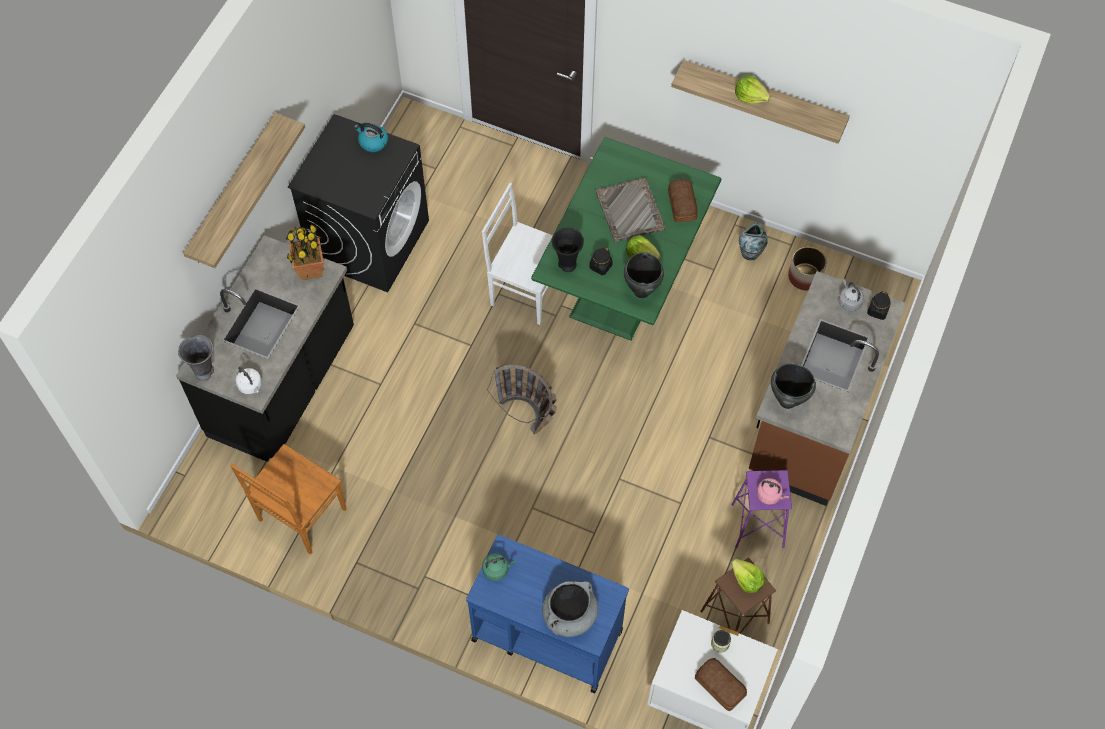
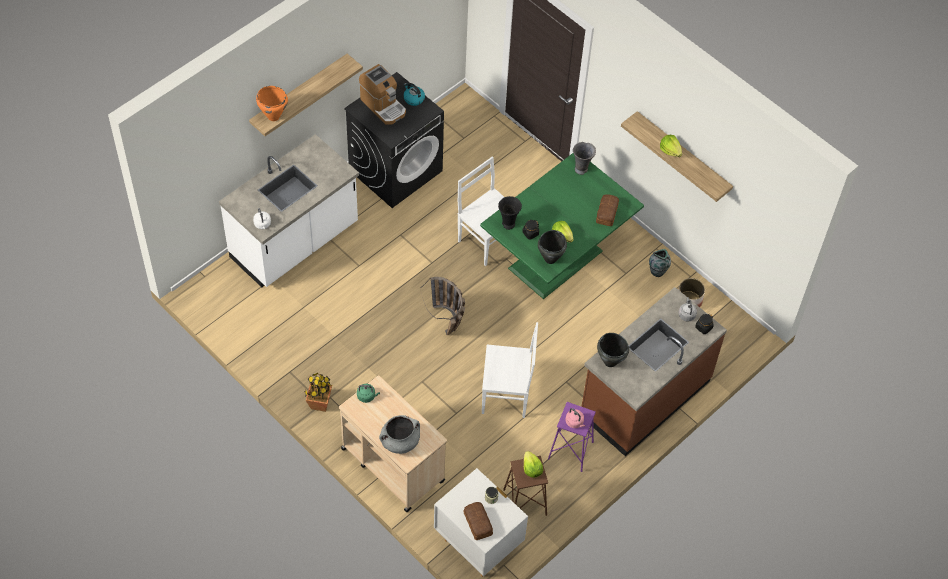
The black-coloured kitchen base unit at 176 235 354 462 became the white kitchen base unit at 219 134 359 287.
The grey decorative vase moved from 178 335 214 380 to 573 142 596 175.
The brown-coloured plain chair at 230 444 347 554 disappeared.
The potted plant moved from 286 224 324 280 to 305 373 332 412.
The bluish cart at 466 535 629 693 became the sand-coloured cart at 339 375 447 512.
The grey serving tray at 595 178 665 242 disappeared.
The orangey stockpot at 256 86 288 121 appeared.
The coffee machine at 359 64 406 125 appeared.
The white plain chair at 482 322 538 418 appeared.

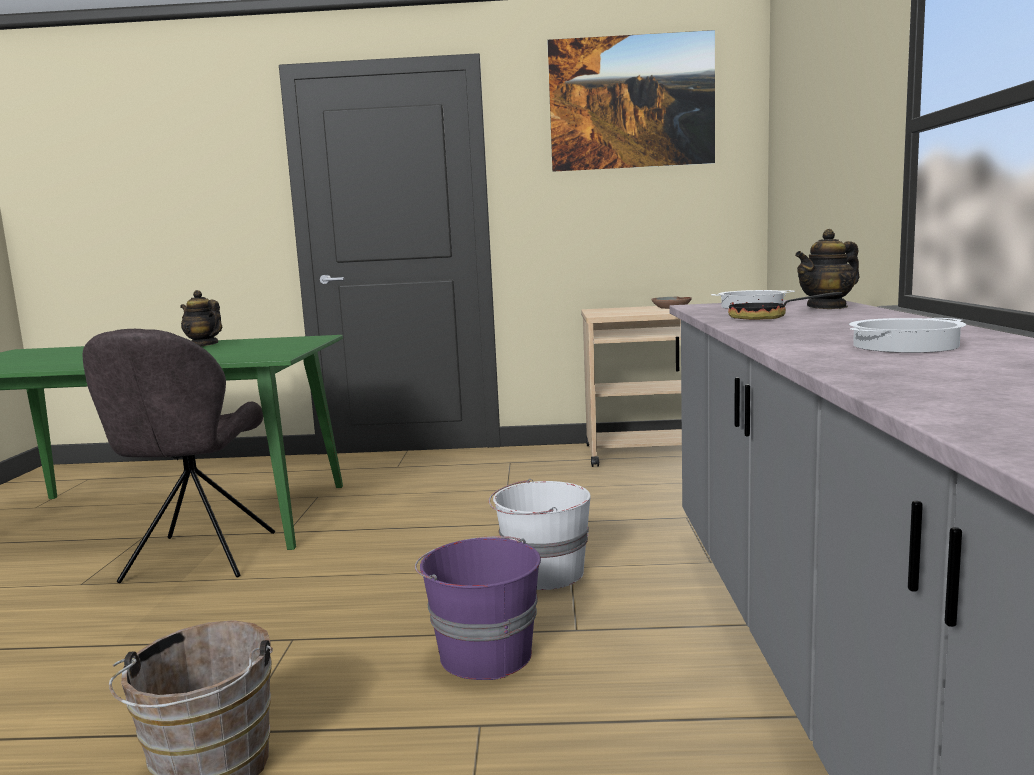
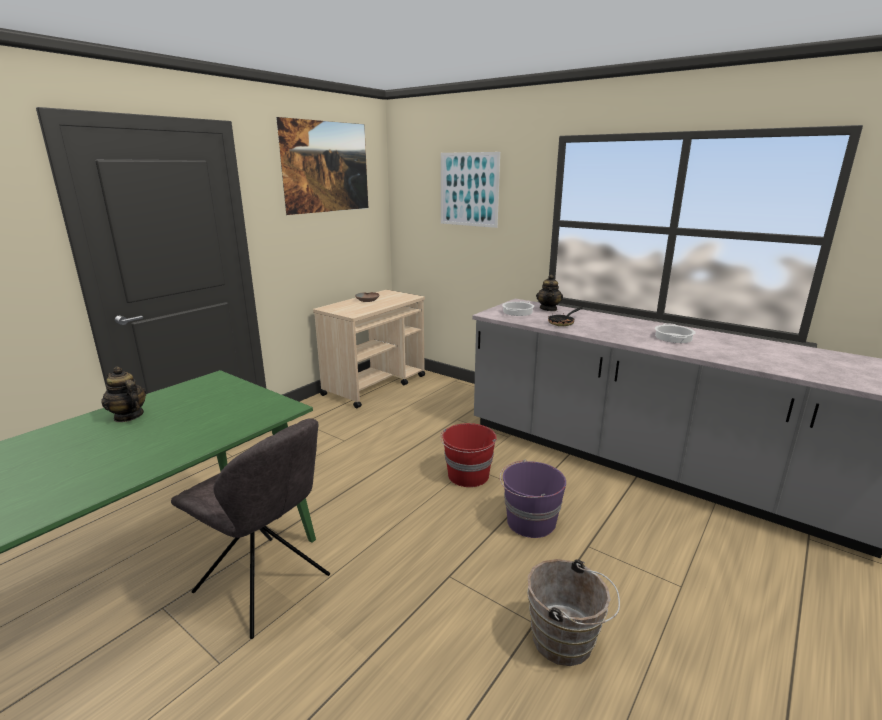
The pot for tea at 180 290 222 346 turned 60 degrees clockwise.
The white water bucket at 489 479 591 590 became the red-coloured water bucket at 440 423 497 487.
The wall art at 441 152 500 228 appeared.

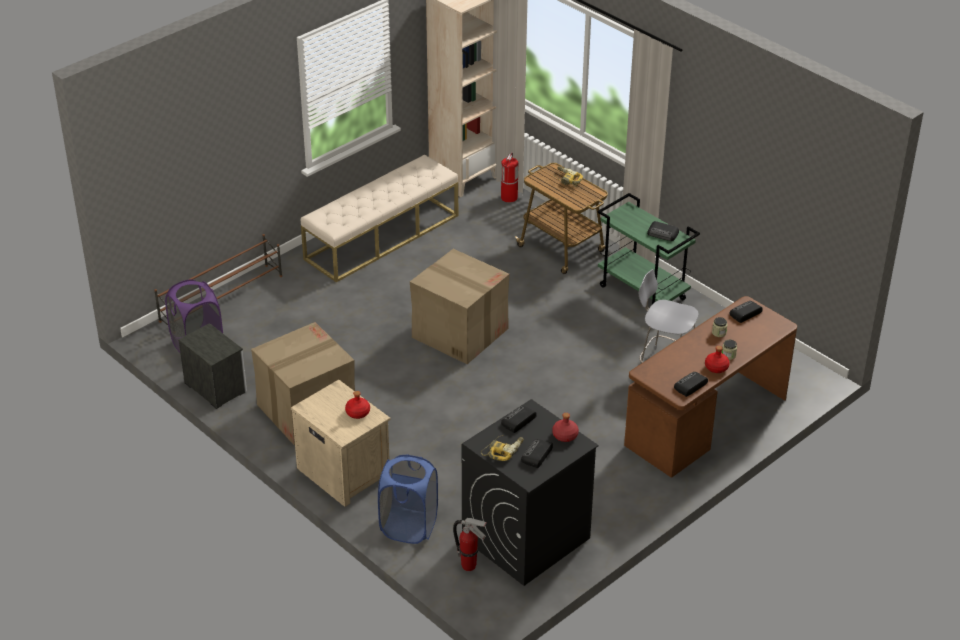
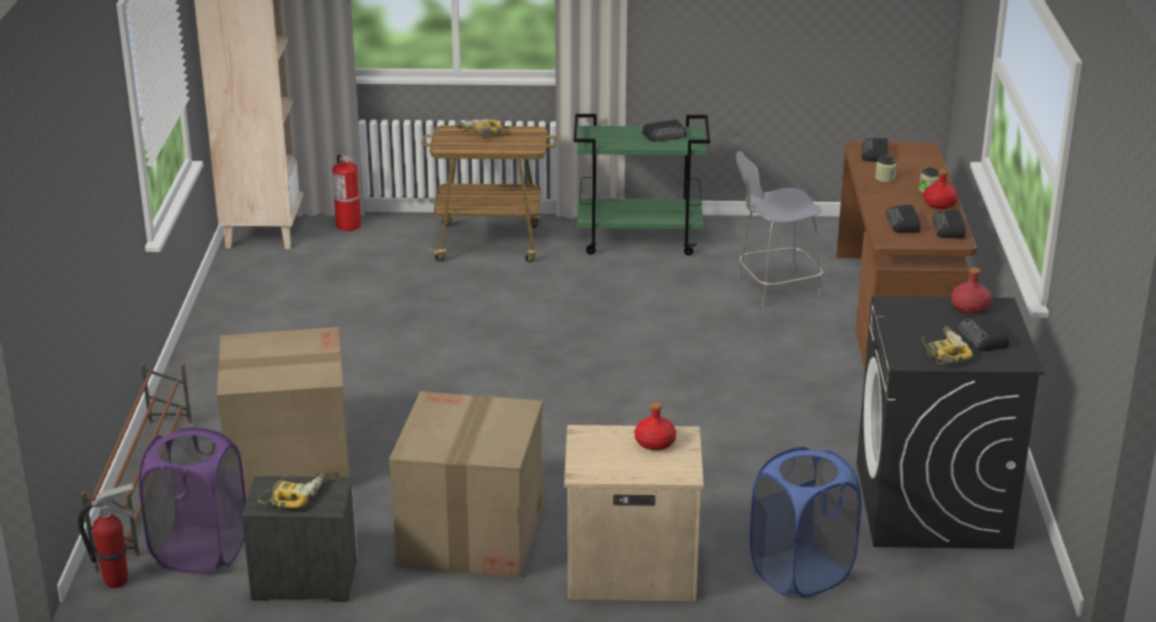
The sand-coloured indoor bench at 301 155 458 282 disappeared.
The carton moved from 410 249 510 364 to 217 327 350 498.
The fire-fighting cylinder moved from 453 518 487 571 to 78 483 136 588.
The radio moved from 501 406 536 433 to 886 205 920 233.
The power drill at 258 473 326 508 appeared.

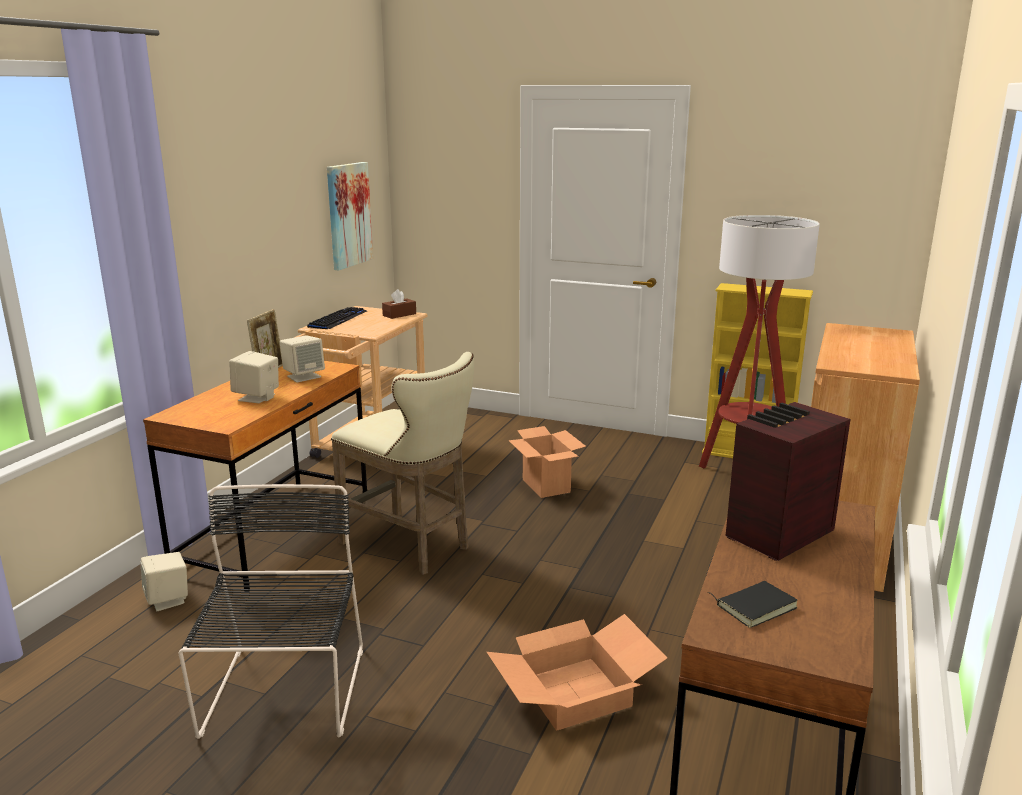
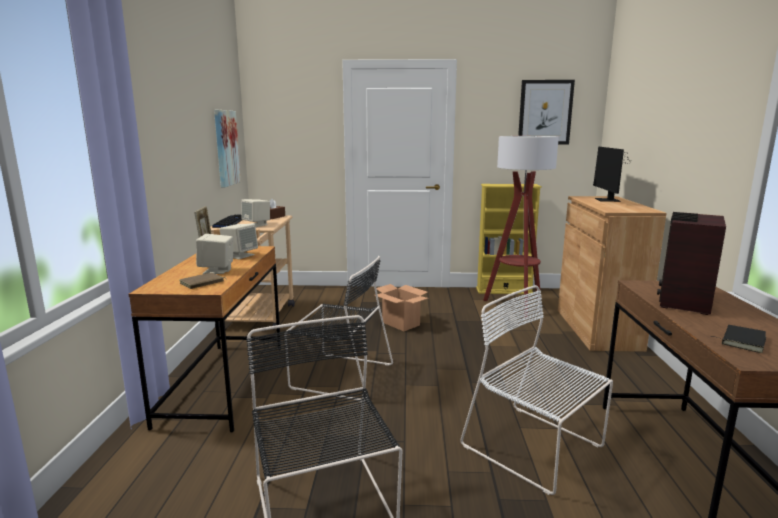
The sand-coloured audio speaker moved from 140 552 188 611 to 241 199 270 227.
The sand-coloured sitting stool at 331 352 474 575 was replaced by the black-coloured plain chair at 284 256 393 402.
The carton at 487 614 667 731 was replaced by the white plain chair at 460 285 613 495.
The brown-coloured book at 180 272 227 289 appeared.
The wall art at 518 80 575 145 appeared.
The computer display at 593 146 629 202 appeared.

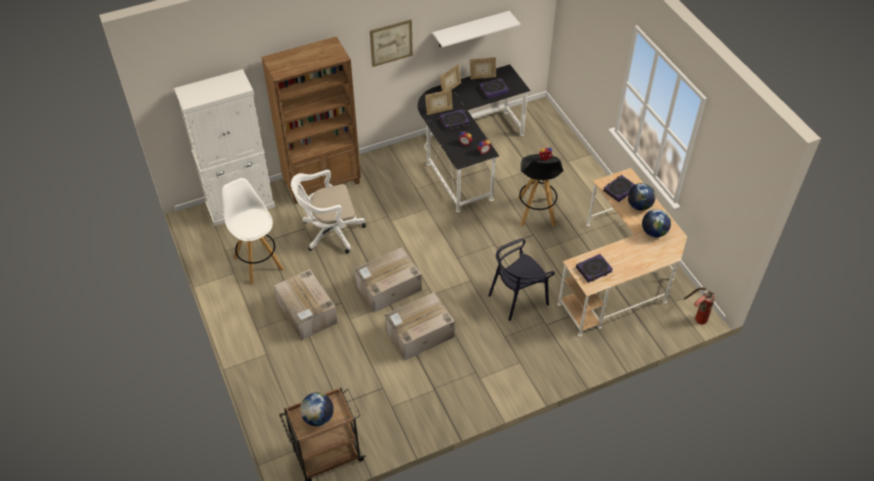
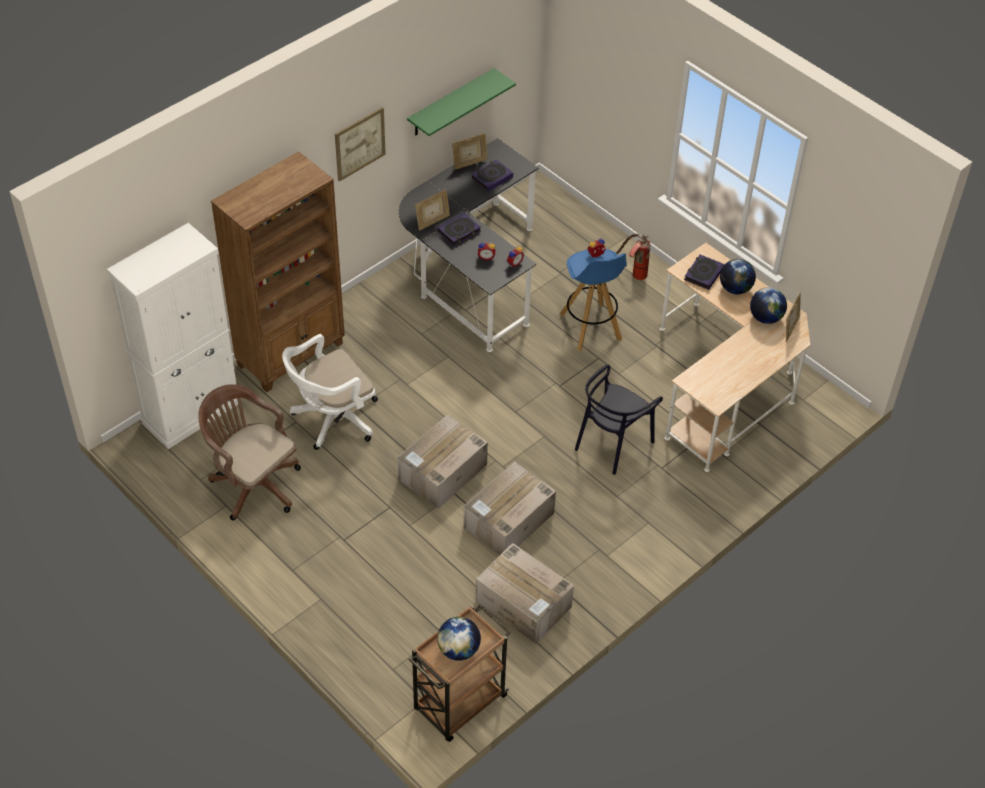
The white sitting stool at 222 178 284 285 was replaced by the brown-coloured computer chair at 198 384 301 520.
The carton moved from 274 269 338 340 to 476 543 574 644.
The white bracket shelf at 432 11 520 48 became the green bracket shelf at 407 68 516 136.
The standing frame moved from 440 64 461 91 to 786 292 801 342.
The black-coloured sitting stool at 518 154 564 227 became the bluish sitting stool at 559 249 627 351.
The book at 576 254 613 283 disappeared.
The fire-fighting cylinder moved from 683 287 715 325 to 616 234 651 280.

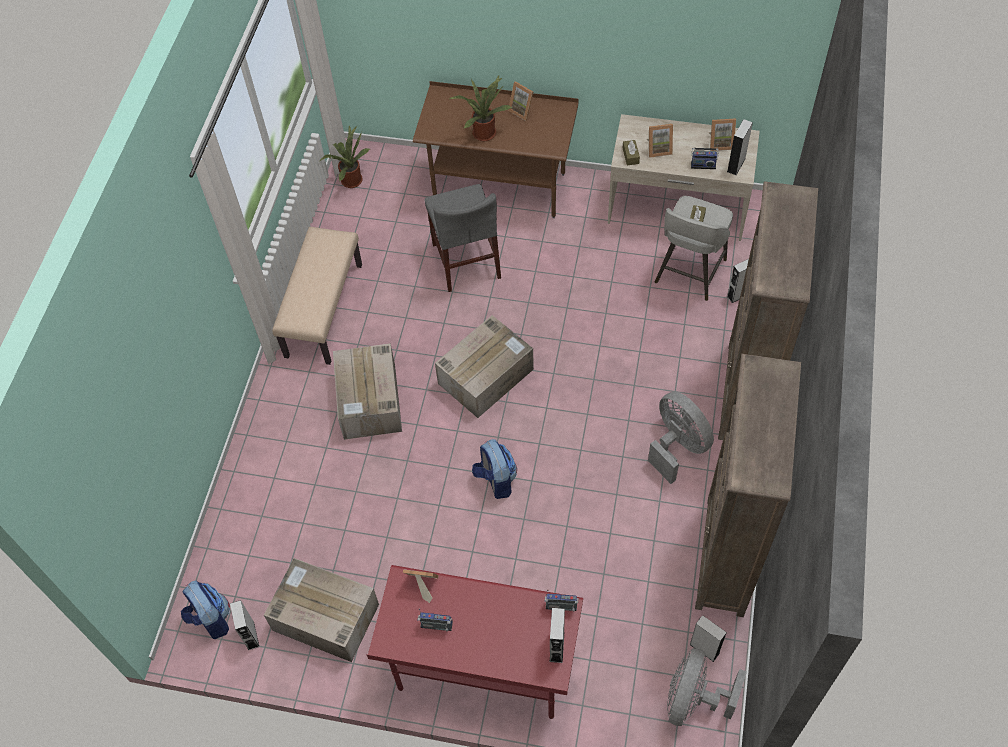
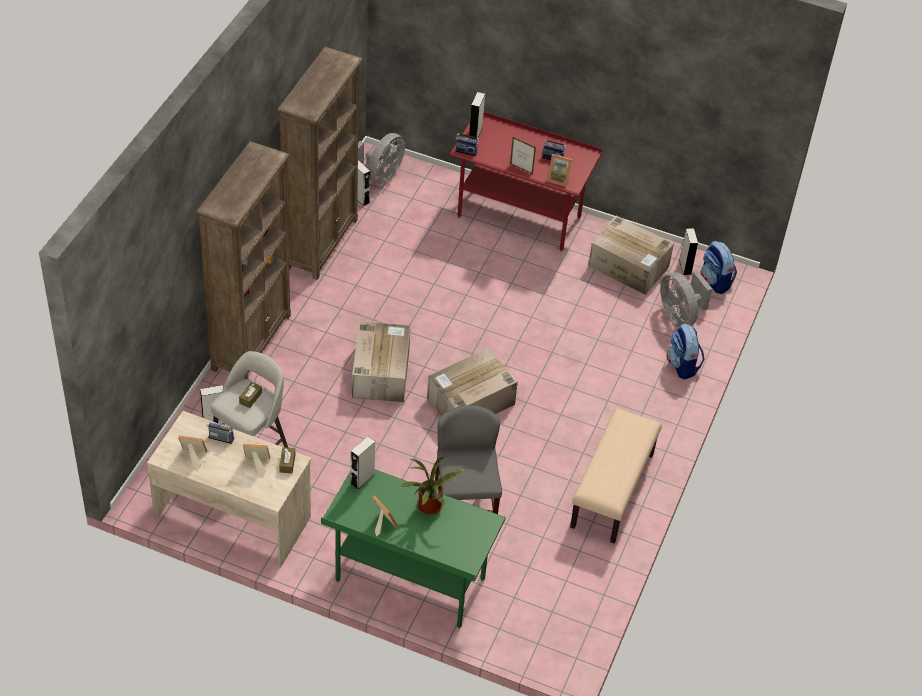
The potted plant at 320 126 370 188 disappeared.
The carton moved from 333 343 402 440 to 352 321 411 402.
The brown-coloured desk unit at 413 81 578 218 became the green desk unit at 321 469 506 629.
The rucksack moved from 472 439 517 499 to 667 323 705 379.
The grey fan moved from 648 392 714 484 to 660 270 712 327.
The grey audio speaker moved from 727 119 753 175 to 350 436 375 490.
The standing frame at 510 137 536 174 appeared.

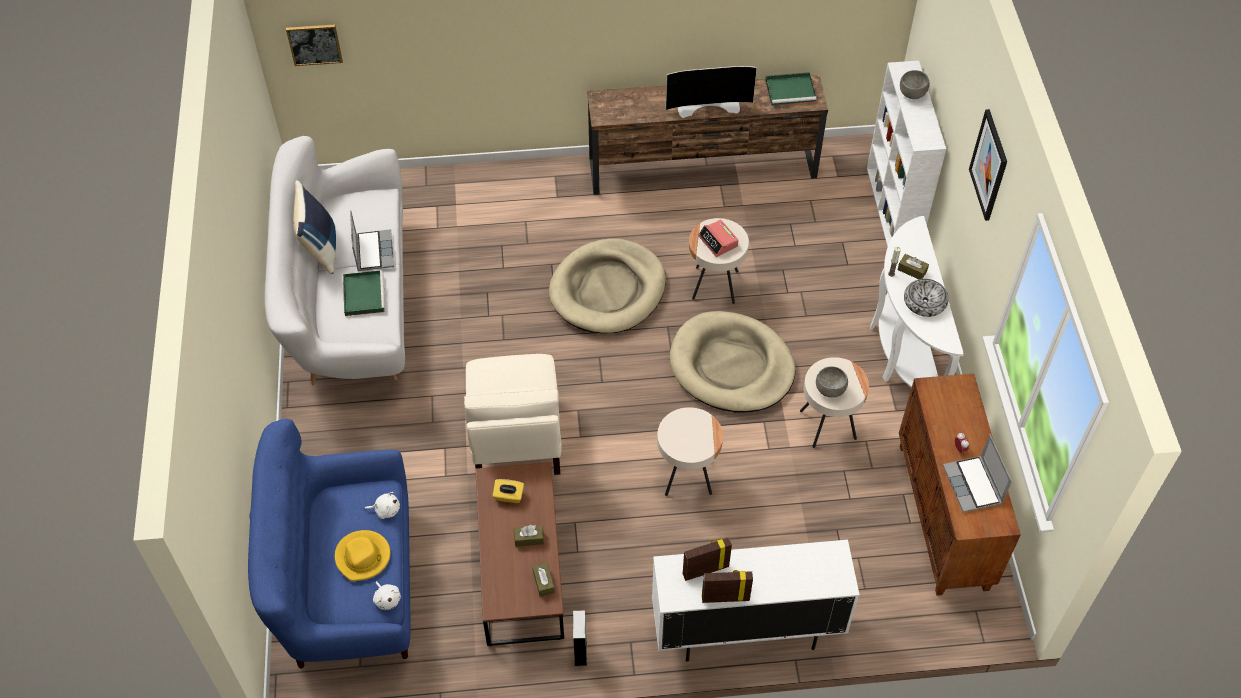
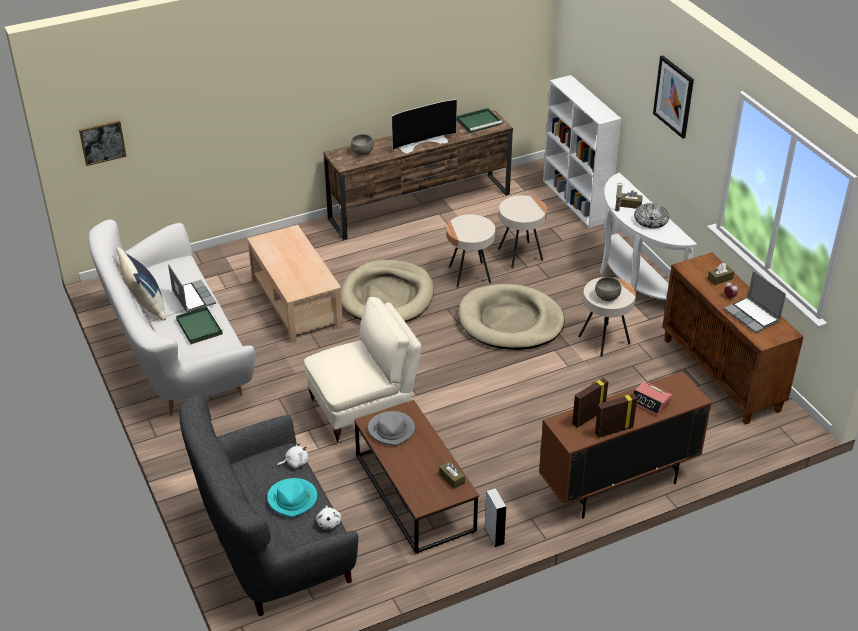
The bluish sofa at 248 418 411 668 became the grey sofa at 180 394 358 616.
The yellowish hat at 335 530 390 581 became the blue-green hat at 267 478 317 517.
The white soft toy at 373 581 401 610 turned 45 degrees clockwise.
The sand-coloured easy chair at 464 354 562 475 turned 90 degrees counterclockwise.
The yellowish tissue holder at 493 479 524 503 was replaced by the grey hat at 368 411 415 446.
The brown-coloured tissue holder moved from 514 525 544 547 to 708 263 734 285.
The white cabinet at 652 540 860 662 became the brown-coloured cabinet at 539 372 712 519.
The sand-coloured side table moved from 657 407 723 496 to 498 195 547 268.
The table clock moved from 698 219 739 257 to 632 381 672 416.
The grey deep dish moved from 900 70 930 99 to 351 134 374 155.
The sand-coloured coffee table at 247 225 343 343 appeared.

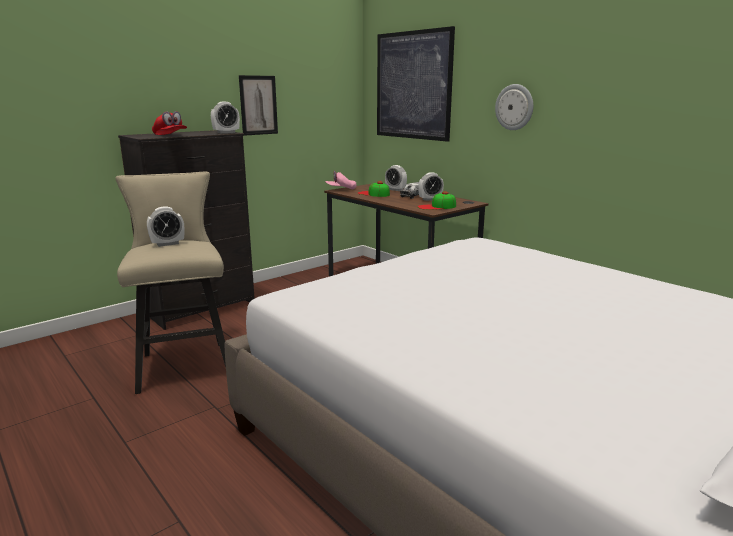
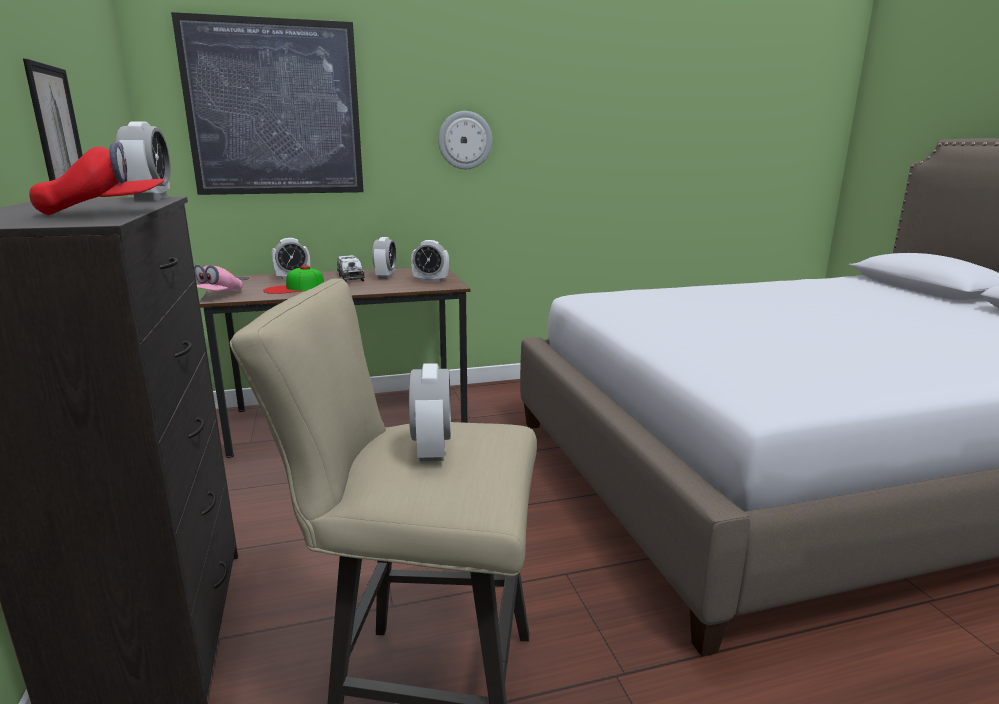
The baseball cap at 418 191 456 210 was replaced by the table clock at 411 240 449 282.

